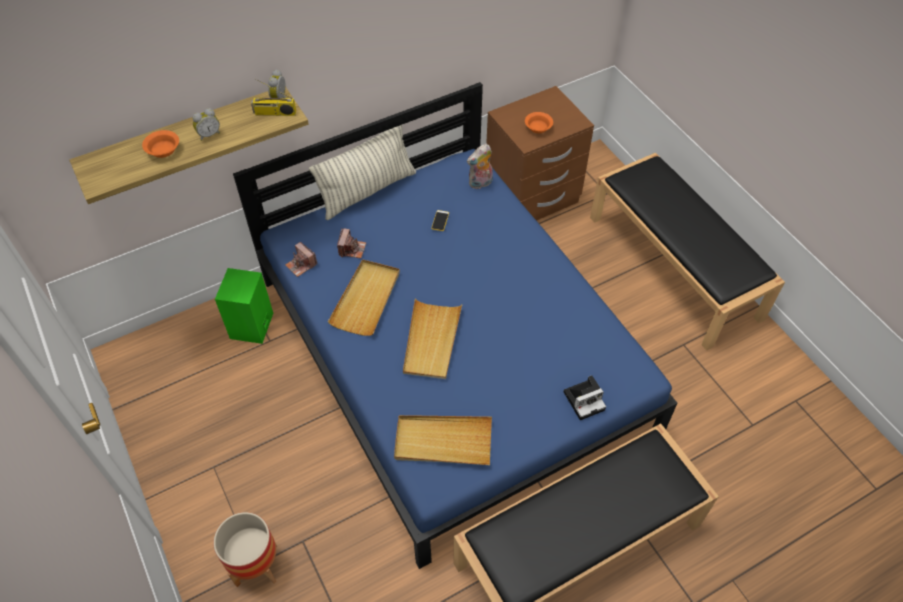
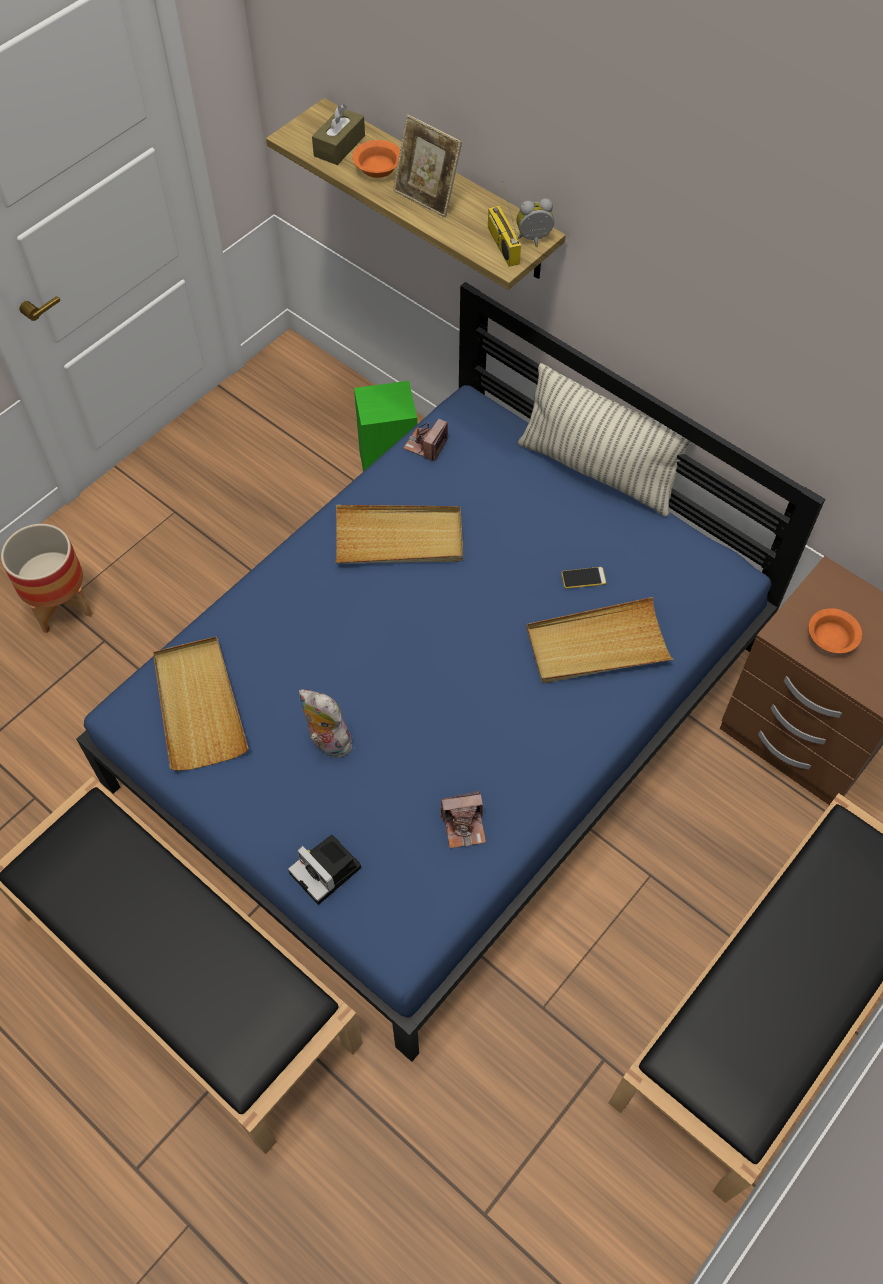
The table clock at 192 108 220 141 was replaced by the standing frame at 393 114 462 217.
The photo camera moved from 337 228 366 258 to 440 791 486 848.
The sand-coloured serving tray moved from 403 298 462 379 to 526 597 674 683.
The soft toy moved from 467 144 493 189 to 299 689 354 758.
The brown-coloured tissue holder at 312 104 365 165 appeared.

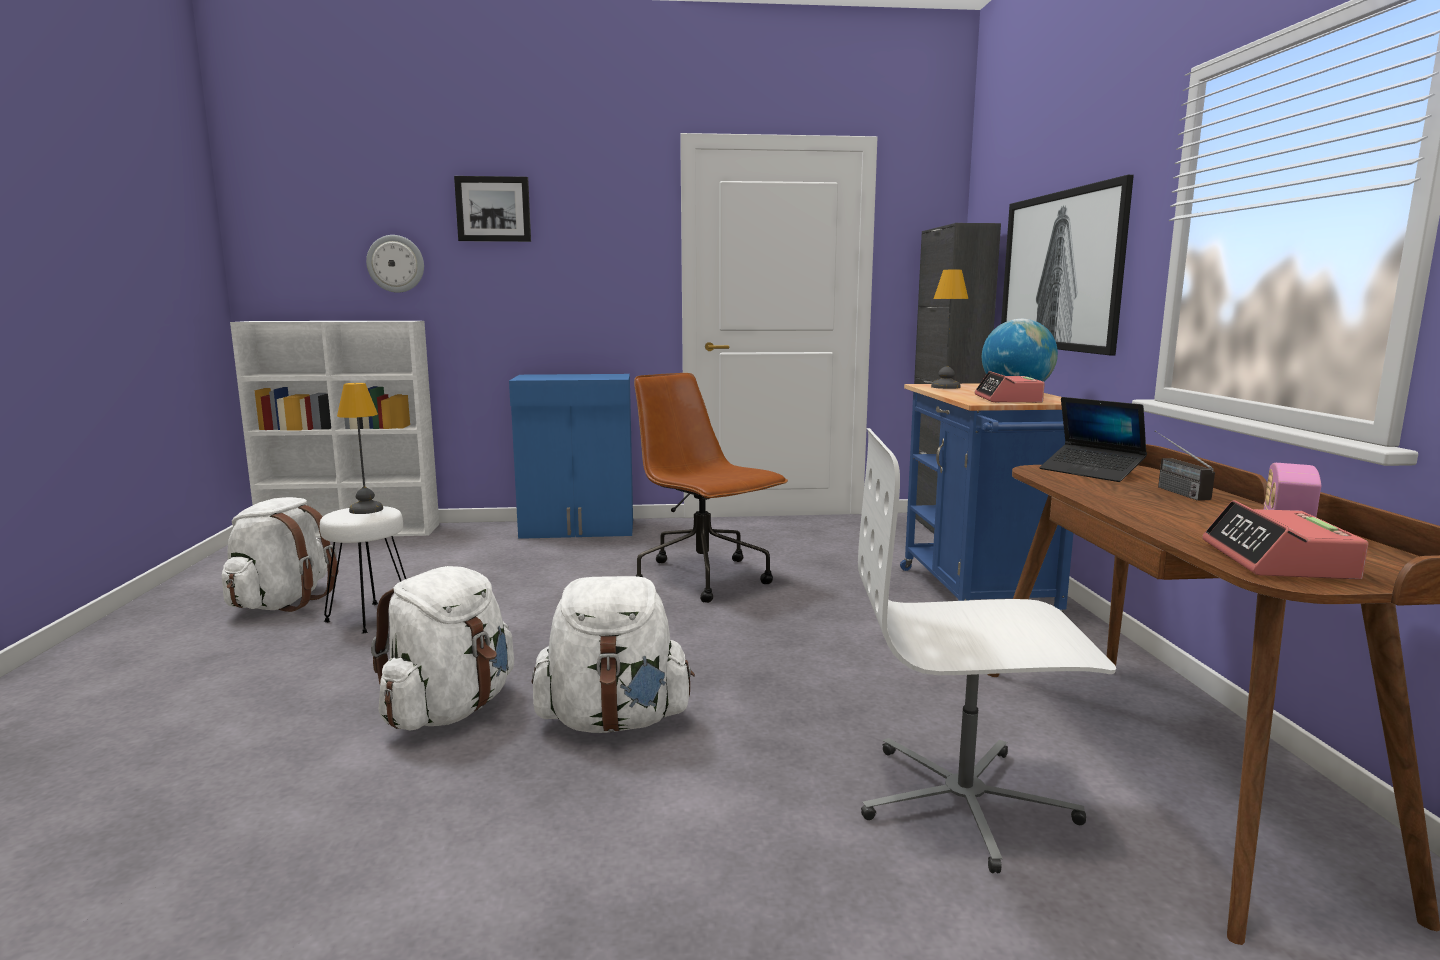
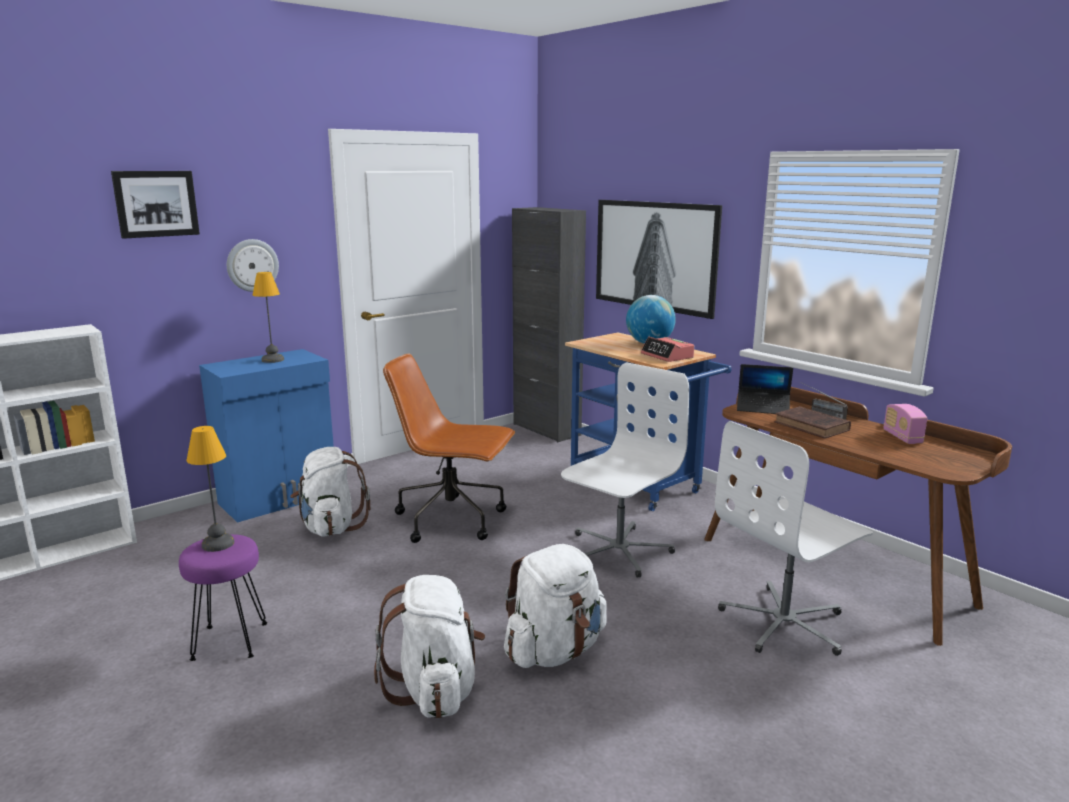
The white rucksack moved from 222 497 338 612 to 290 447 370 537.
The white sitting stool at 320 506 406 633 became the purplish sitting stool at 179 534 267 661.
The hanging clock moved from 366 235 424 293 to 227 239 279 292.
The tabletop lamp moved from 931 270 968 389 to 253 272 284 363.
The table clock at 1202 500 1368 580 disappeared.
The white computer chair at 561 362 689 578 appeared.
The brown-coloured book at 775 406 851 439 appeared.

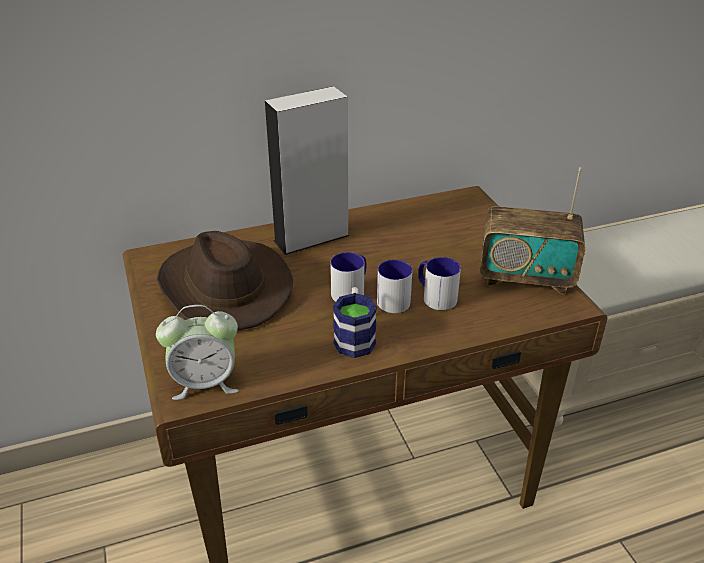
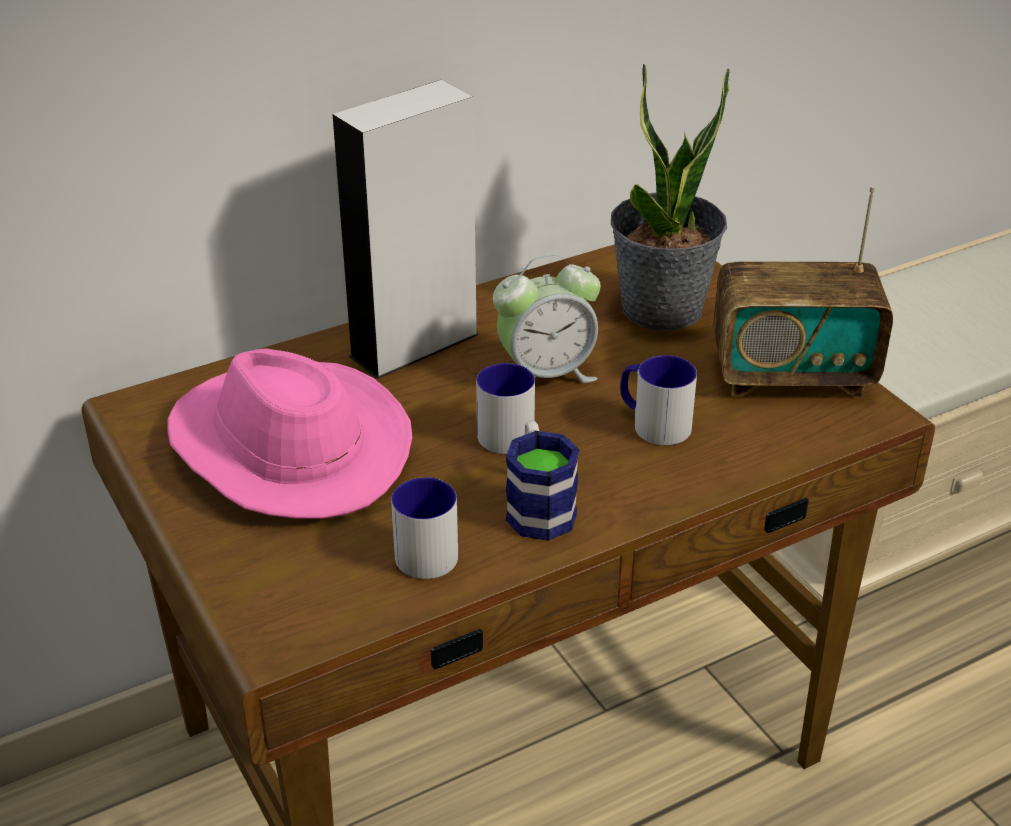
The table clock moved from 156 305 239 400 to 493 254 600 383.
The brown-coloured hat at 157 231 293 330 became the pinkish hat at 167 348 412 519.
The mug moved from 377 260 413 313 to 391 477 458 579.
The potted plant at 611 64 730 331 appeared.

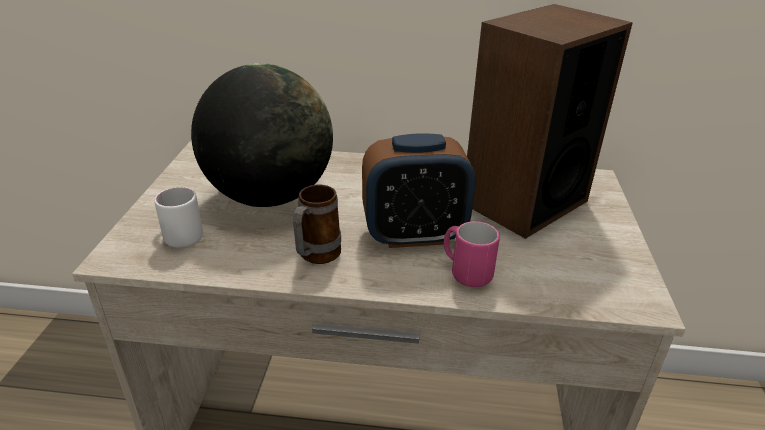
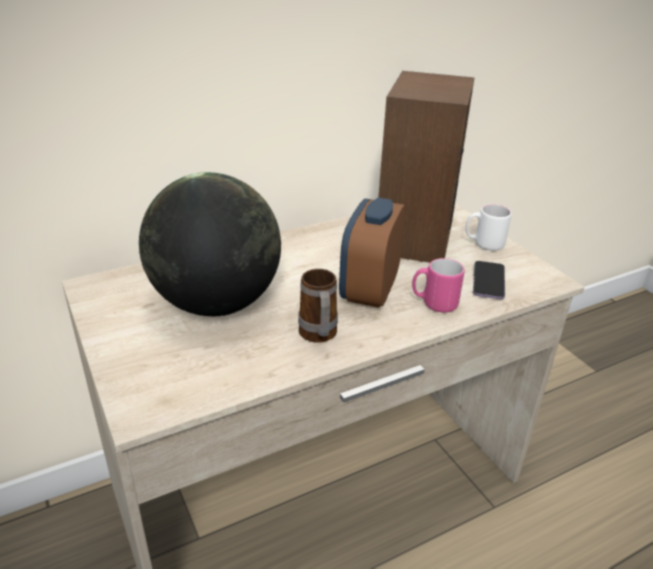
The white mug moved from 154 187 203 248 to 466 204 512 251.
The table clock at 362 133 475 248 turned 150 degrees clockwise.
The handset at 473 261 505 299 appeared.

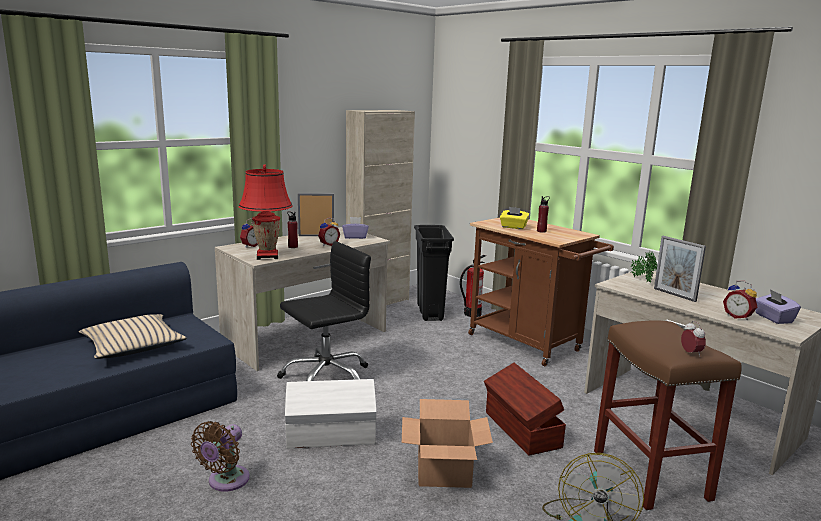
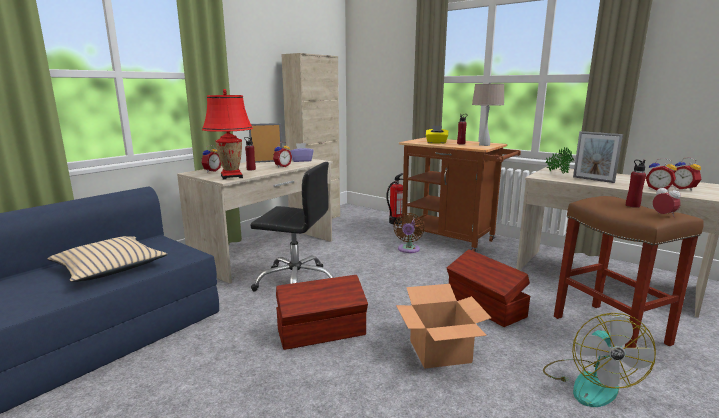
The brown-coloured fan moved from 191 421 250 492 to 393 213 424 253.
The black-coloured computer chair at 277 241 371 381 turned 60 degrees clockwise.
The white storage box at 285 379 377 448 became the brown-coloured storage box at 276 275 368 350.
The black-coloured rubbish bin at 414 225 454 321 disappeared.
The purplish tissue holder at 755 289 801 324 was replaced by the table clock at 672 157 702 191.
The sand-coloured tabletop lamp at 472 82 504 146 appeared.
The red-coloured bottle at 626 160 646 208 appeared.

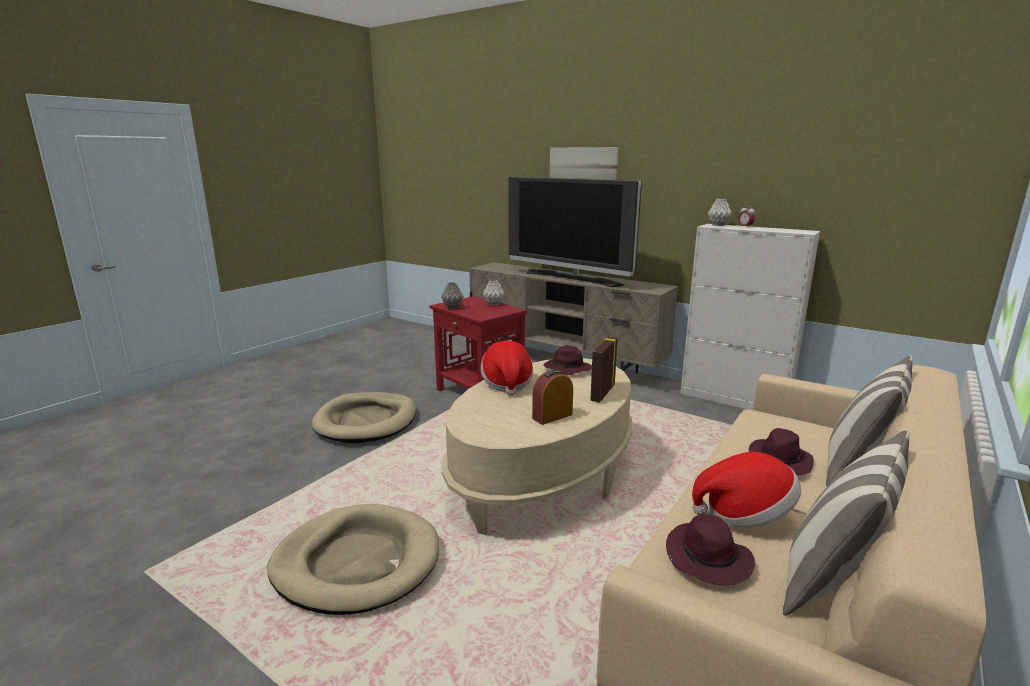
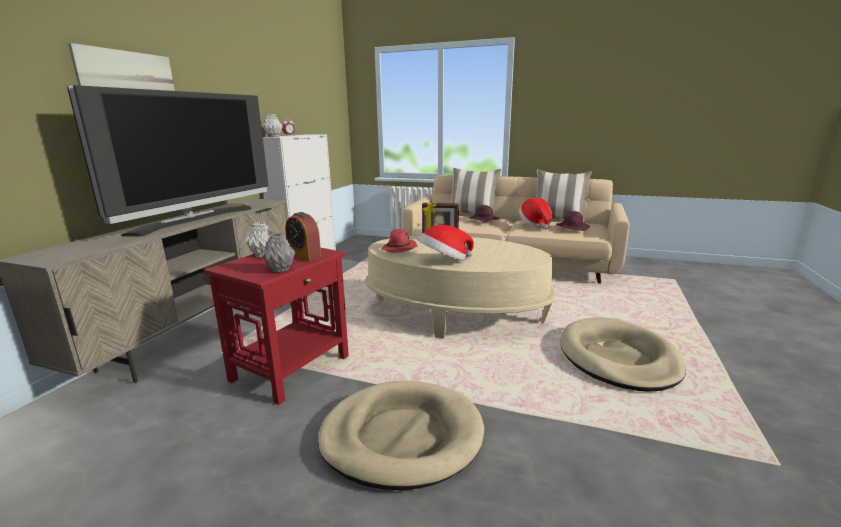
The table clock moved from 532 369 573 425 to 285 212 321 261.
The purplish hat at 543 345 592 375 became the red-coloured hat at 381 229 418 252.

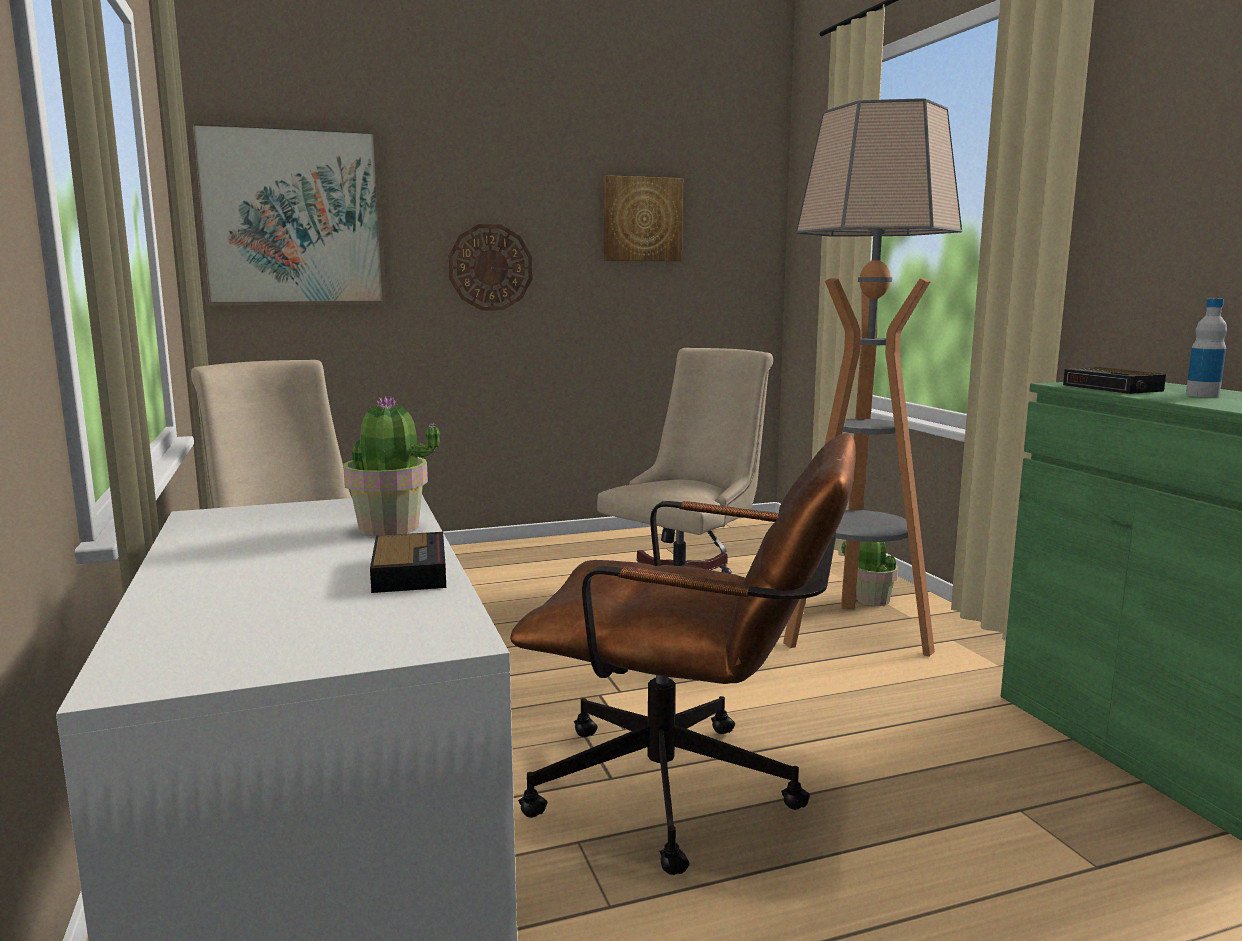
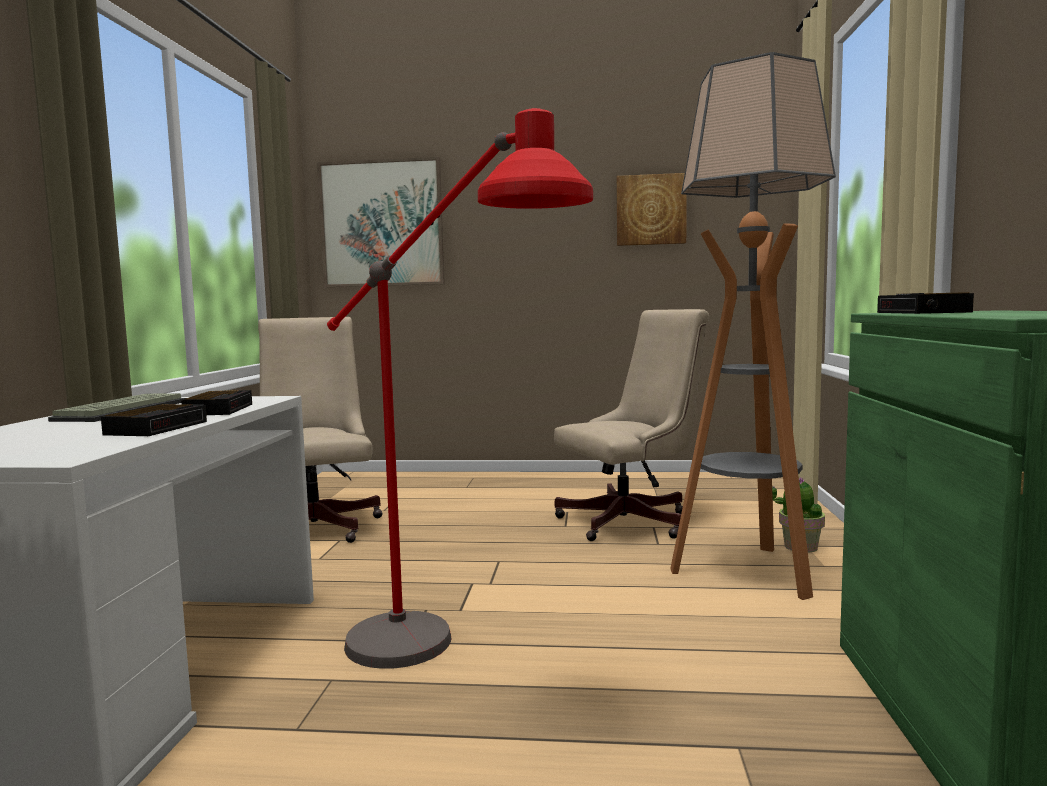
The potted plant at 343 396 440 536 was replaced by the table clock at 181 390 252 415.
The hanging clock at 448 224 532 311 disappeared.
The brown-coloured computer chair at 510 433 856 875 was replaced by the red-coloured standing lamp at 327 108 593 669.
The bottle at 1186 298 1227 397 disappeared.
The computer keyboard at 48 393 186 422 appeared.

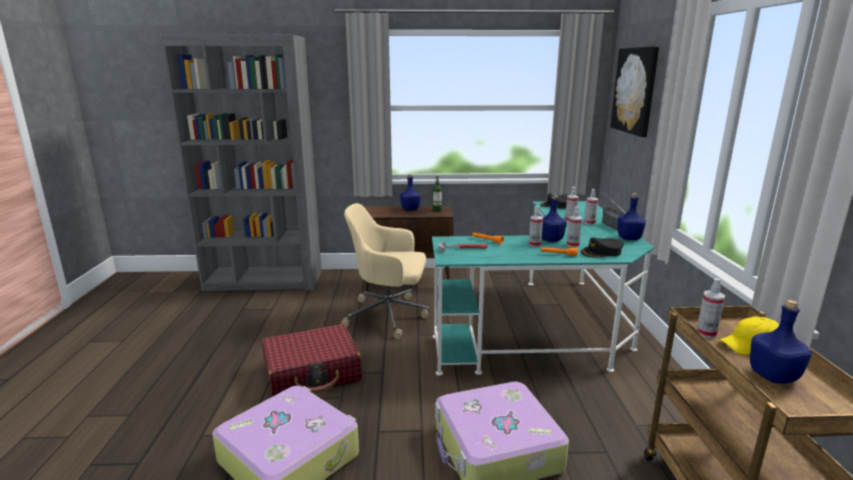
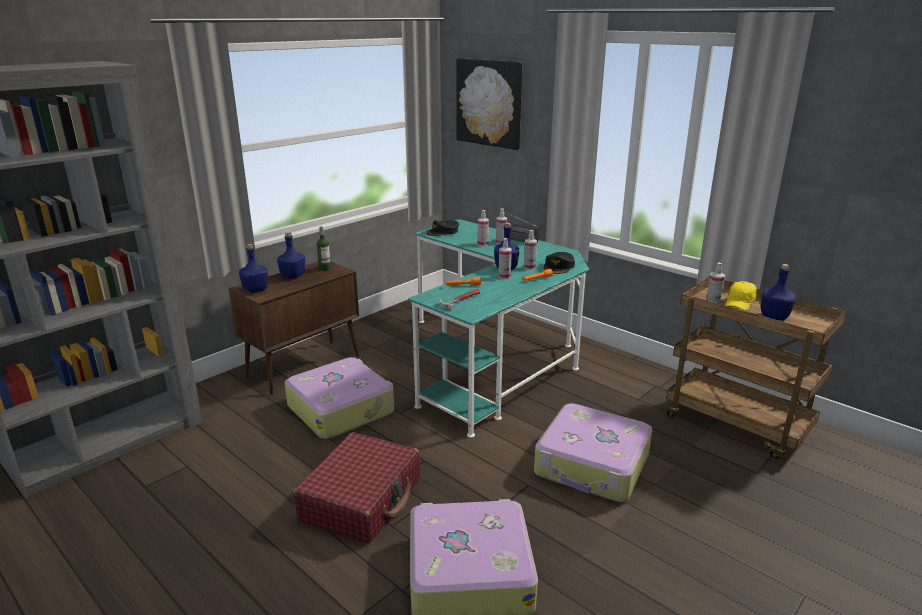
The sand-coloured computer chair at 341 203 429 339 was replaced by the suitcase at 285 357 394 439.
The bluish bottle moved from 617 193 646 240 to 239 244 268 293.

